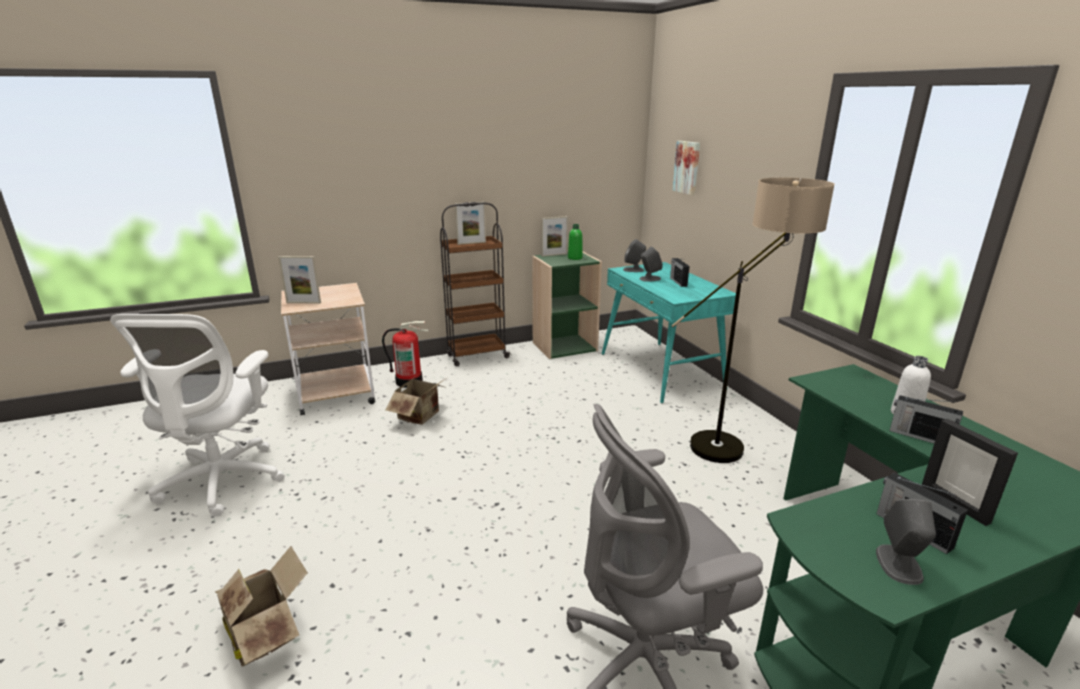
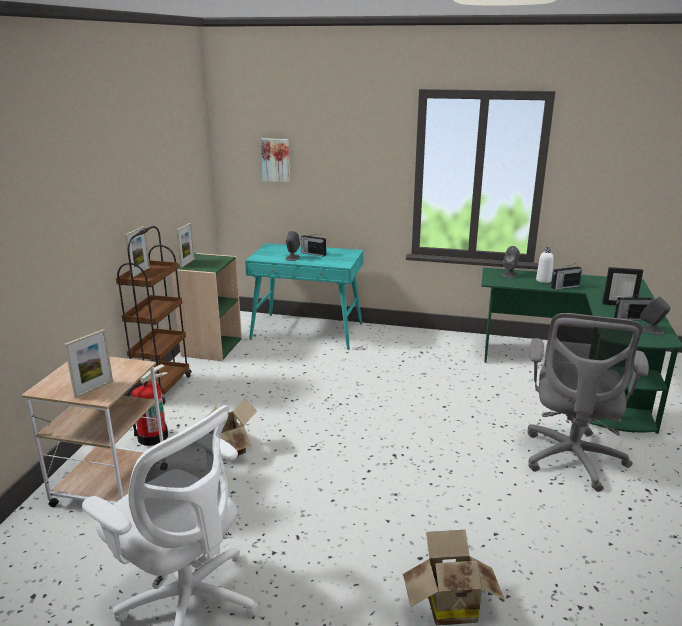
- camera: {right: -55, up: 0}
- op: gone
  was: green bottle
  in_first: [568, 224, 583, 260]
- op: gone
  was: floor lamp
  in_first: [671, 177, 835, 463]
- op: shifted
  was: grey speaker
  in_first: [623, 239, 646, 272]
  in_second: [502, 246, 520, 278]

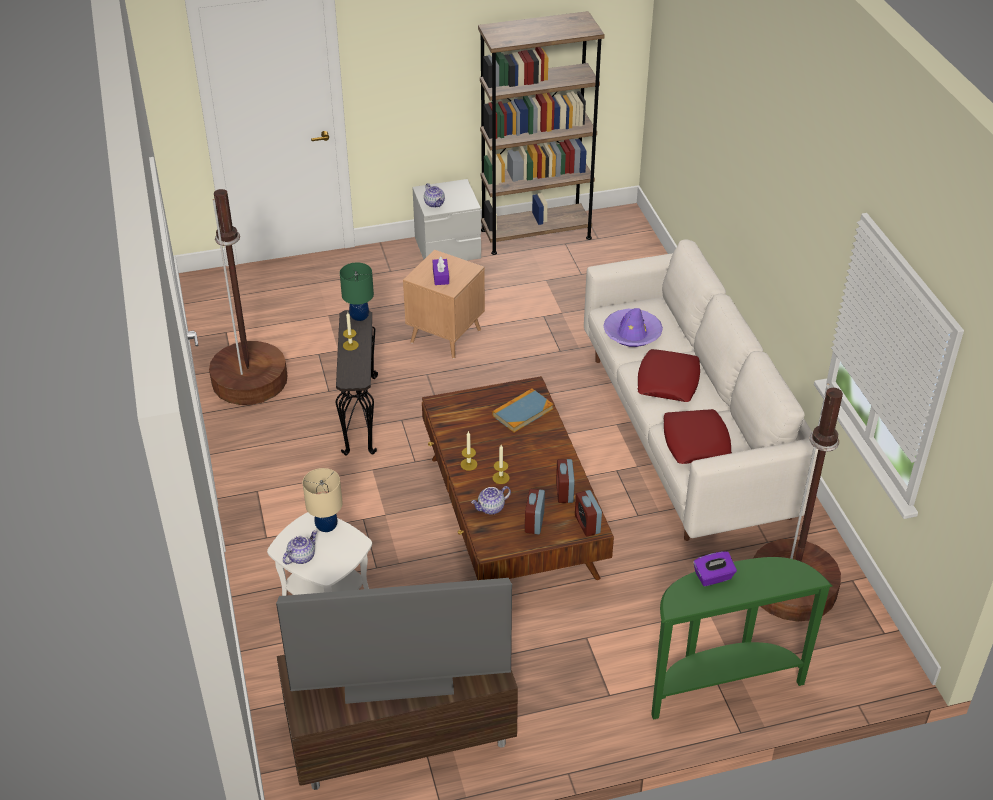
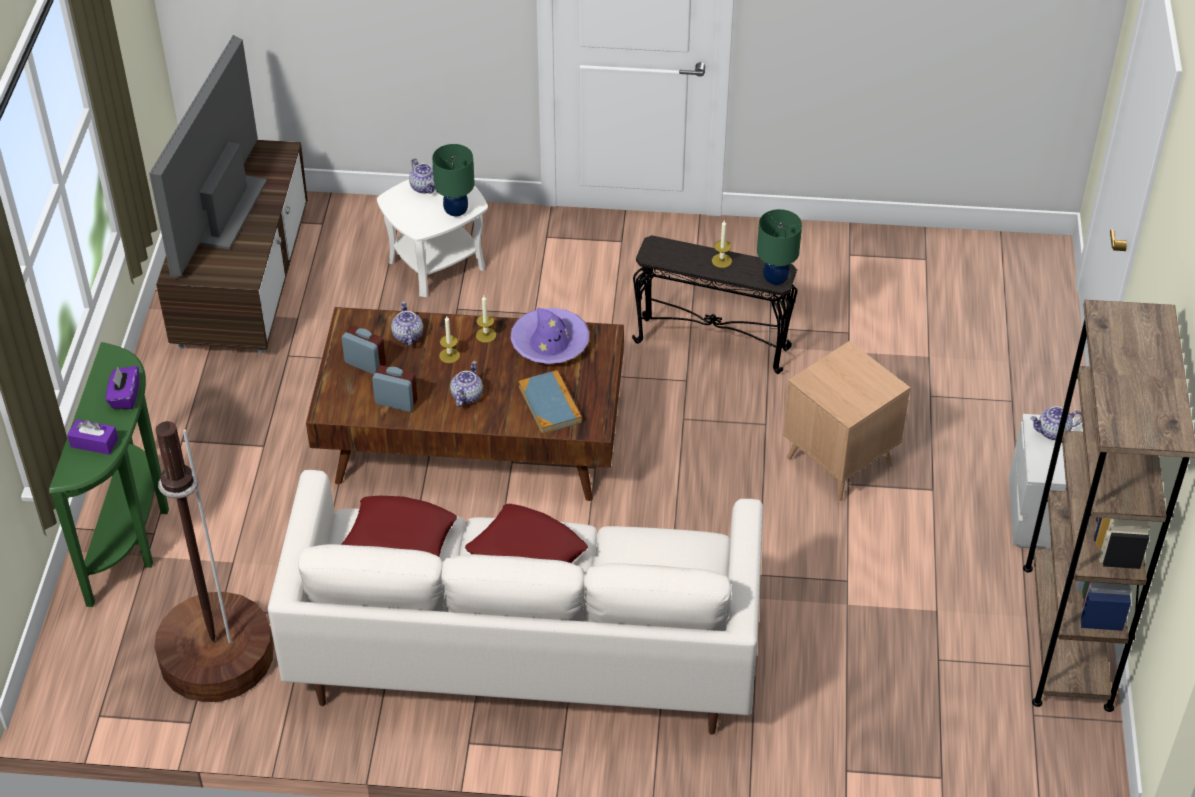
- camera: {right: 110, up: 5}
- op: gone
  was: brown floor lamp
  in_first: [209, 189, 288, 405]
- op: gone
  was: alarm clock
  in_first: [575, 490, 602, 537]
- op: new
  now: teapot
  in_second: [450, 361, 483, 407]
- op: shifted
  was: purple tissue box
  in_first: [433, 256, 449, 285]
  in_second: [67, 419, 118, 455]
- op: shifted
  was: purple hat
  in_first: [603, 308, 663, 347]
  in_second: [510, 307, 590, 364]
- op: repainted
  was: beige table lamp
  now: green table lamp
  in_first: [303, 468, 343, 532]
  in_second: [432, 144, 475, 217]

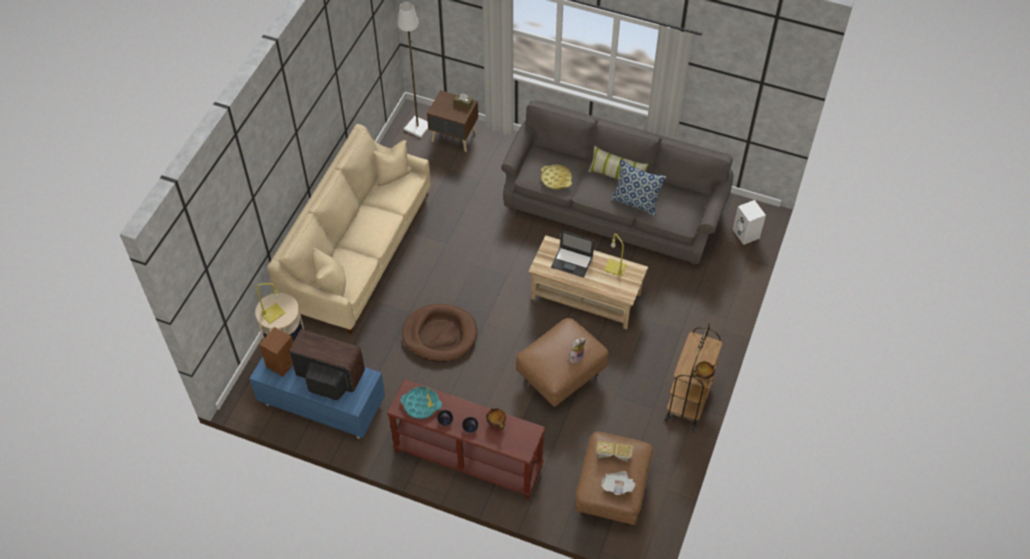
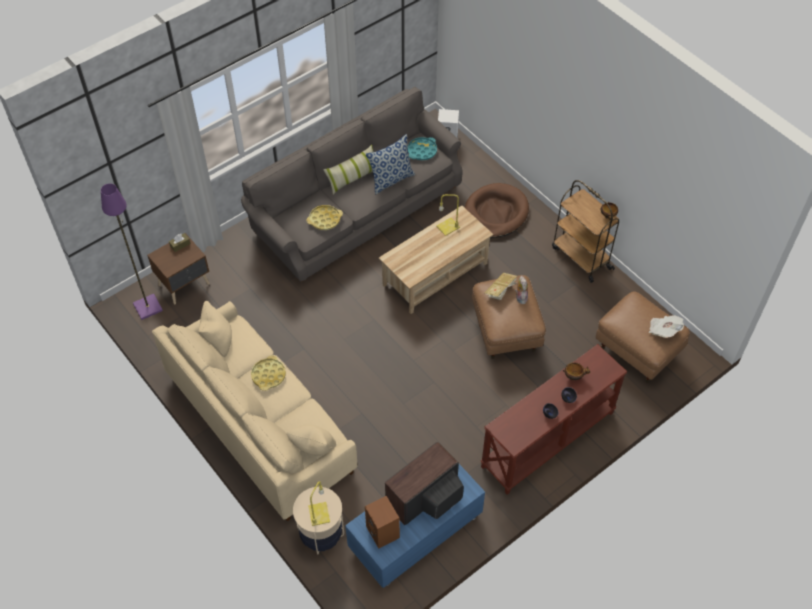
- camera: {right: -60, up: 0}
- op: gone
  was: laptop
  in_first: [551, 230, 594, 278]
- op: new
  now: yellow tray
  in_second: [251, 356, 286, 391]
- op: shifted
  was: turquoise tray
  in_first: [400, 387, 442, 419]
  in_second: [408, 137, 437, 160]
- op: shifted
  was: brown dog bed
  in_first: [402, 304, 477, 362]
  in_second: [464, 183, 529, 238]
- op: shifted
  was: book
  in_first: [596, 440, 633, 462]
  in_second: [484, 273, 517, 300]
- op: repainted
  was: white floor lamp
  now: purple floor lamp
  in_first: [398, 2, 428, 138]
  in_second: [101, 183, 163, 320]

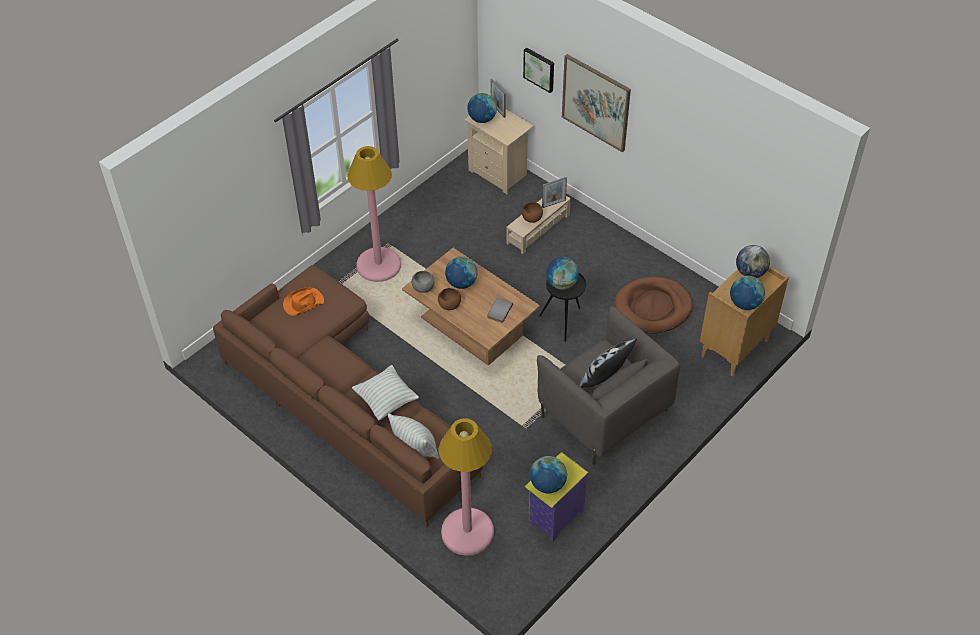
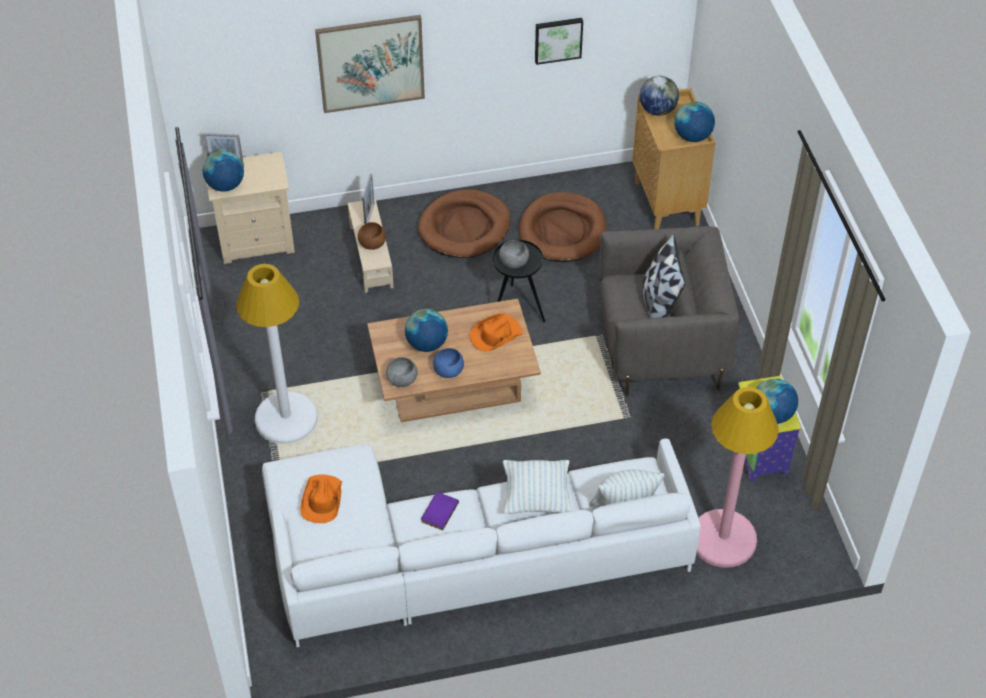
- camera: {right: -55, up: 0}
- op: new
  now: brown dog bed
  in_second: [418, 189, 511, 258]
- op: new
  now: purple book
  in_second: [421, 492, 459, 531]
- op: shifted
  was: picture
  in_first: [523, 48, 554, 93]
  in_second: [535, 18, 583, 65]
- op: swapped
  was: grey book
  now: orange hat
  in_first: [487, 298, 513, 323]
  in_second: [469, 313, 523, 352]
- op: swapped
  was: globe
  now: grey bowl
  in_first: [546, 257, 579, 290]
  in_second: [499, 240, 529, 268]
- op: repainted
  was: brown sofa
  now: white sofa
  in_first: [213, 265, 483, 527]
  in_second: [262, 438, 701, 647]
- op: repainted
  was: pink floor lamp
  now: white floor lamp
  in_first: [347, 146, 401, 282]
  in_second: [236, 264, 318, 444]
- op: repainted
  was: brown bowl
  now: blue bowl
  in_first: [438, 288, 461, 310]
  in_second: [433, 348, 464, 378]

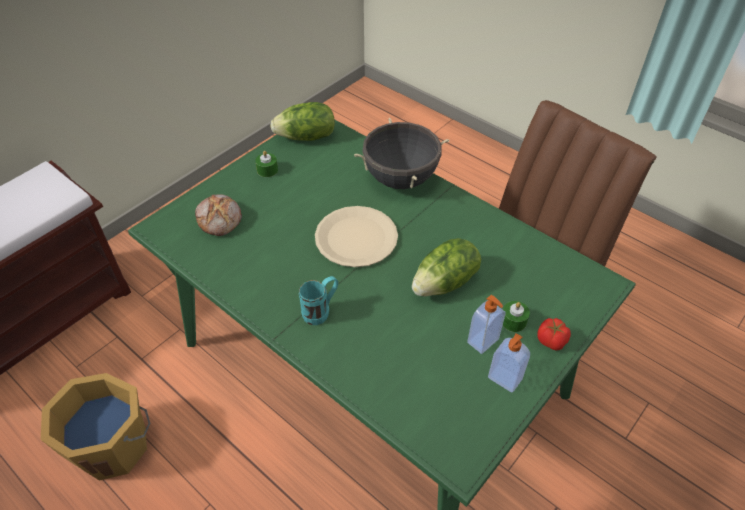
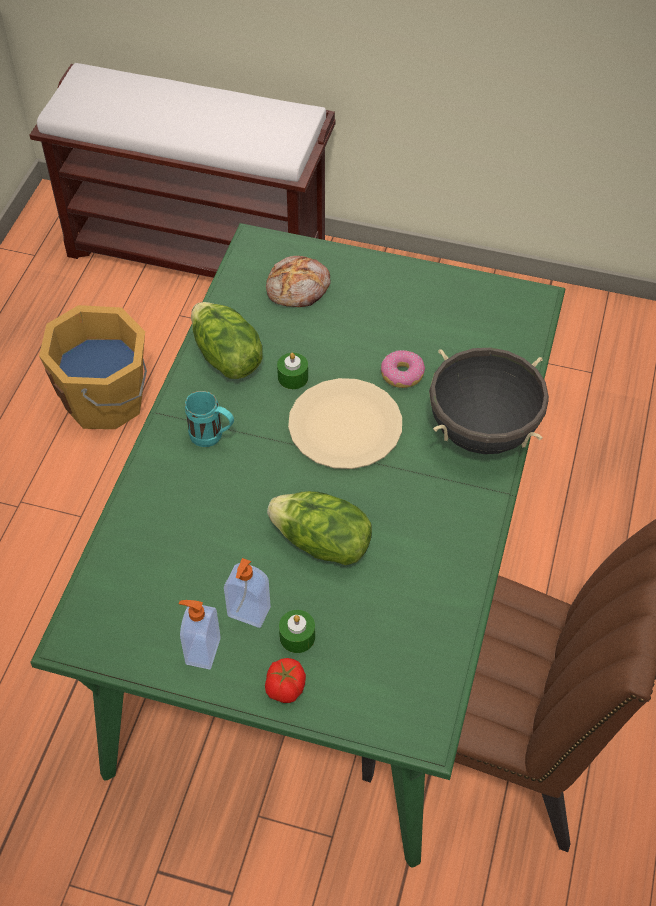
- camera: {right: 65, up: 5}
- op: new
  now: donut
  in_second: [381, 350, 425, 388]
- op: shifted
  was: green candle
  in_first: [255, 151, 278, 177]
  in_second: [277, 353, 308, 389]
- op: shifted
  was: lettuce
  in_first: [270, 102, 335, 141]
  in_second: [191, 302, 263, 379]

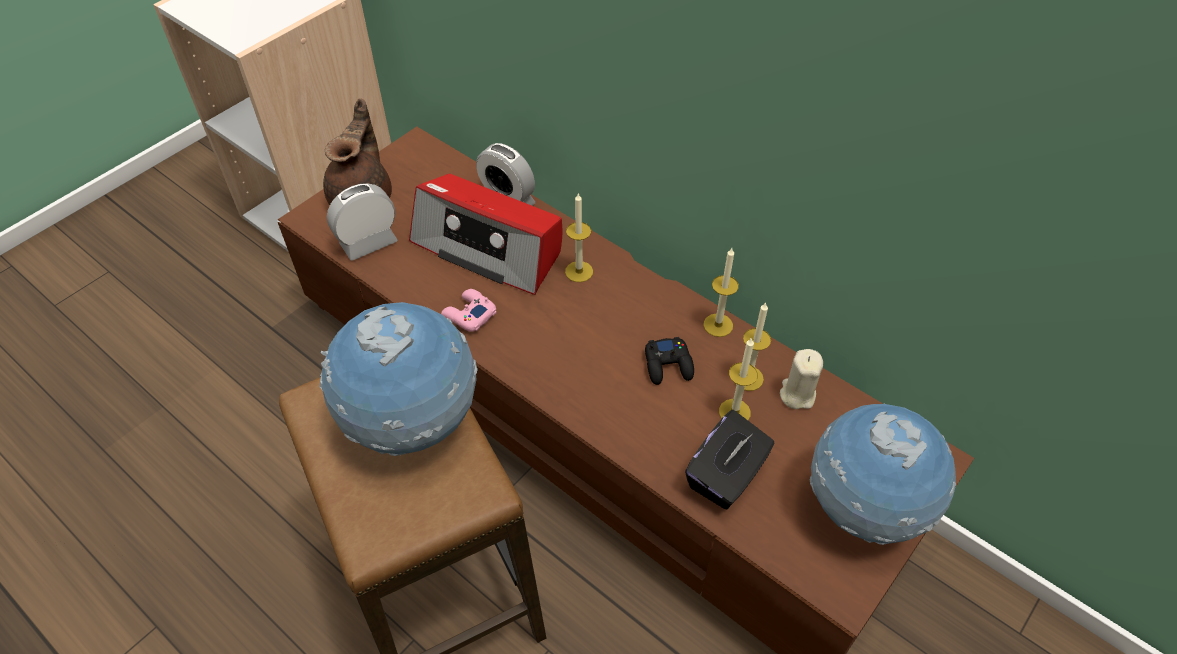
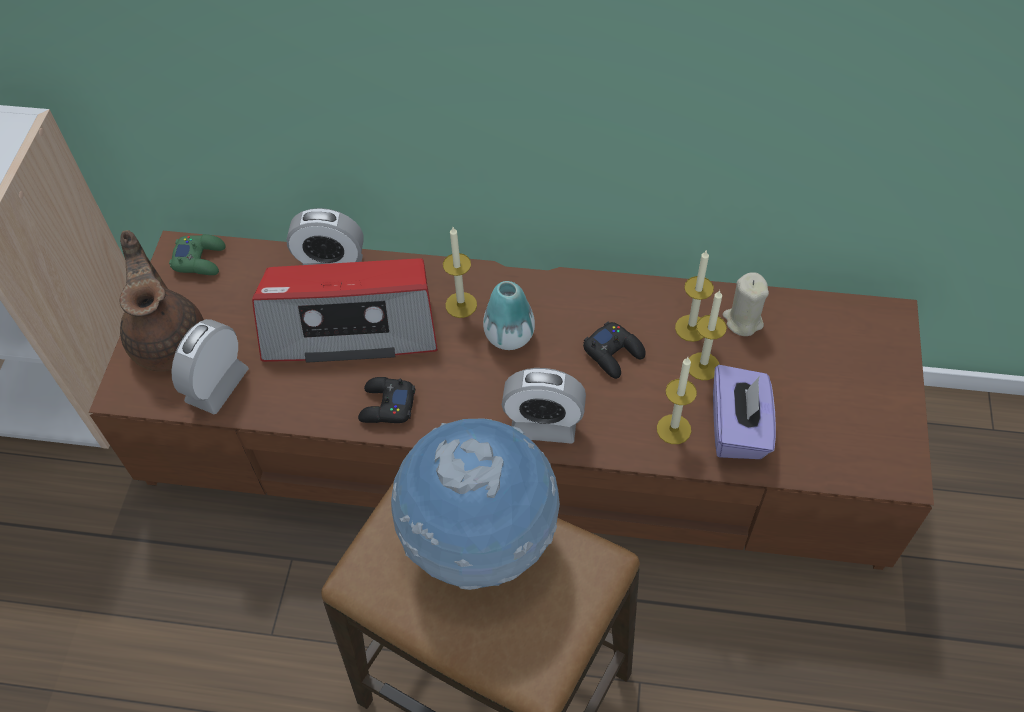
- camera: {right: -30, up: 5}
- op: gone
  was: globe
  in_first: [810, 404, 956, 545]
- op: new
  now: green game controller
  in_second: [169, 234, 226, 275]
- op: new
  now: vase
  in_second: [483, 281, 535, 350]
- op: new
  now: alarm clock
  in_second: [502, 368, 586, 444]
- op: shifted
  was: candle
  in_first: [703, 248, 739, 337]
  in_second: [657, 357, 697, 444]
- op: repainted
  was: pink game controller
  now: black game controller
  in_first: [441, 289, 496, 332]
  in_second: [358, 377, 415, 423]
- op: repainted
  was: black tissue box
  now: purple tissue box
  in_first: [685, 410, 775, 509]
  in_second: [713, 365, 776, 459]

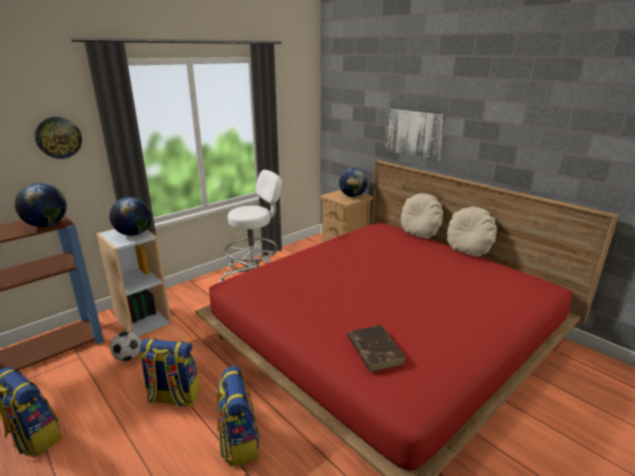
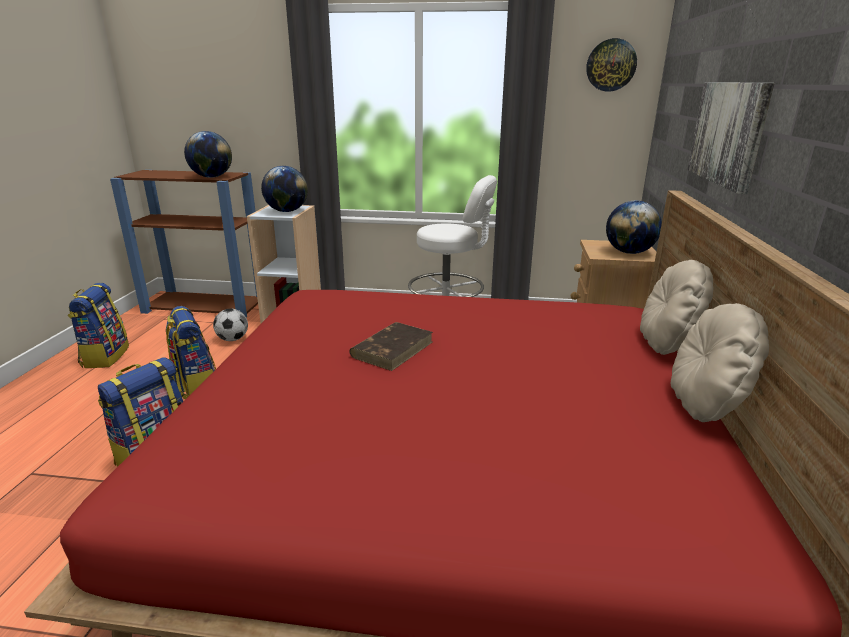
- camera: {right: 50, up: 0}
- op: shifted
  was: wall clock
  in_first: [35, 117, 82, 159]
  in_second: [586, 38, 637, 91]
- op: shifted
  was: brown book
  in_first: [348, 325, 406, 372]
  in_second: [349, 322, 433, 371]

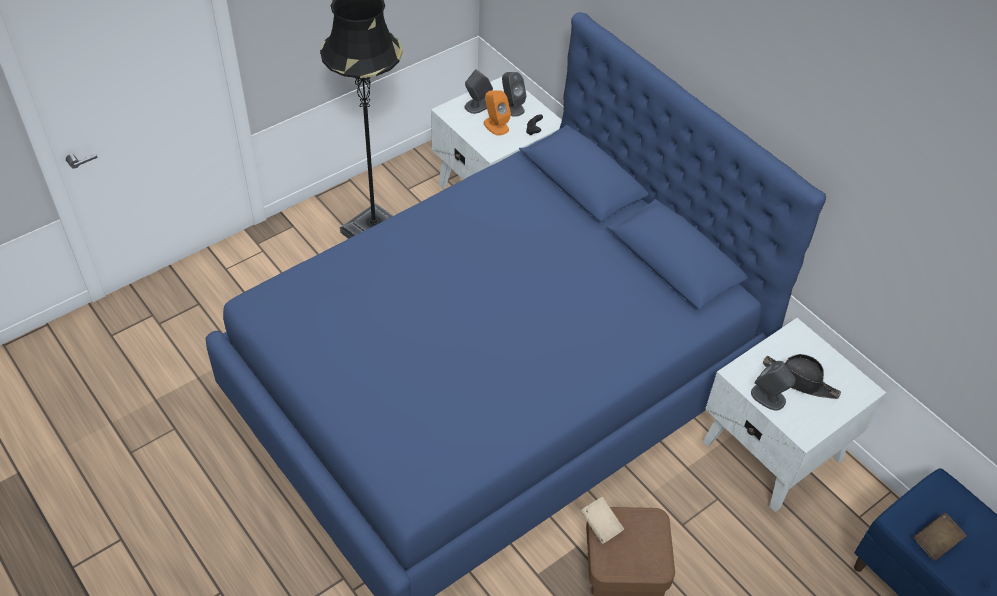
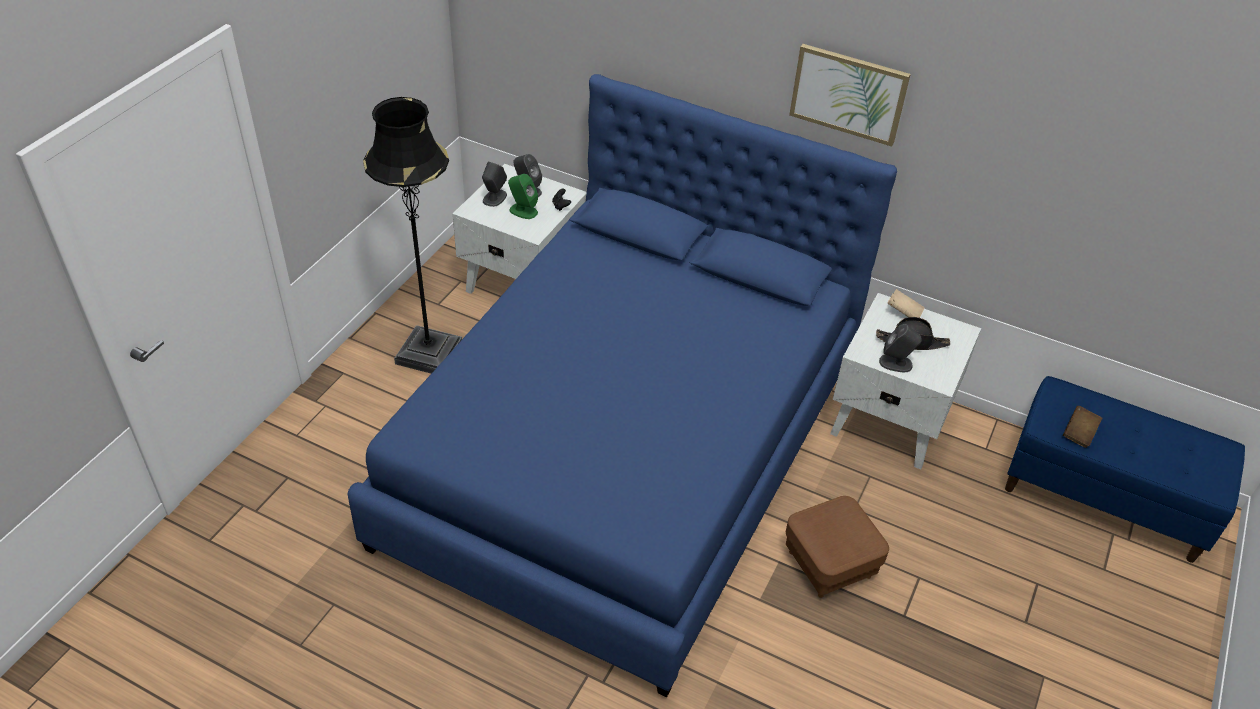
- camera: {right: -25, up: -5}
- op: new
  now: picture
  in_second: [789, 44, 911, 146]
- op: shifted
  was: beige book
  in_first: [580, 497, 624, 544]
  in_second: [887, 289, 924, 318]
- op: repainted
  was: orange speaker
  now: green speaker
  in_first: [484, 90, 511, 136]
  in_second: [508, 174, 538, 219]

